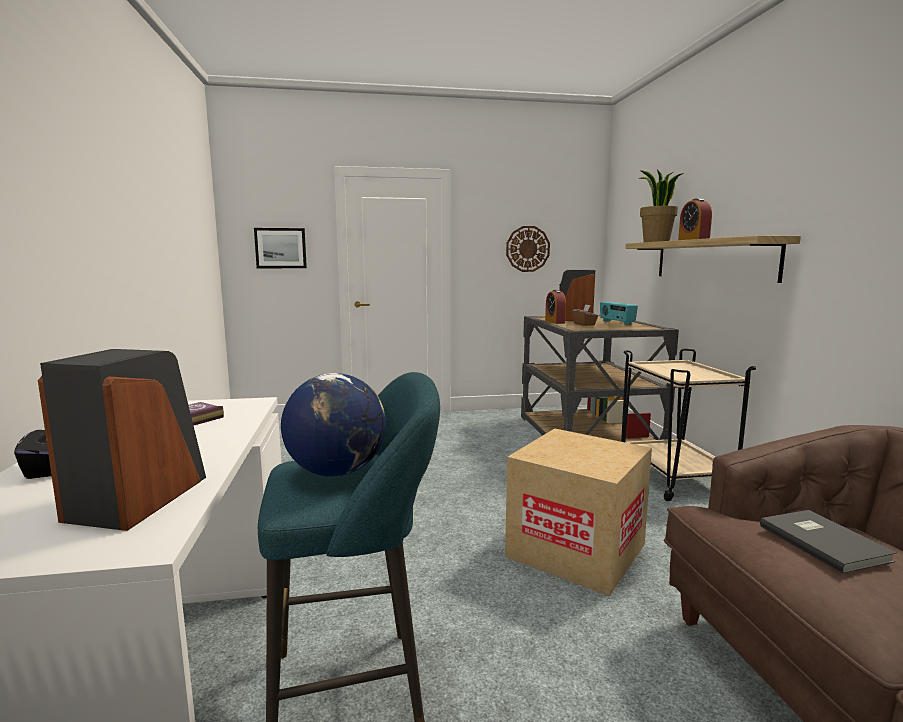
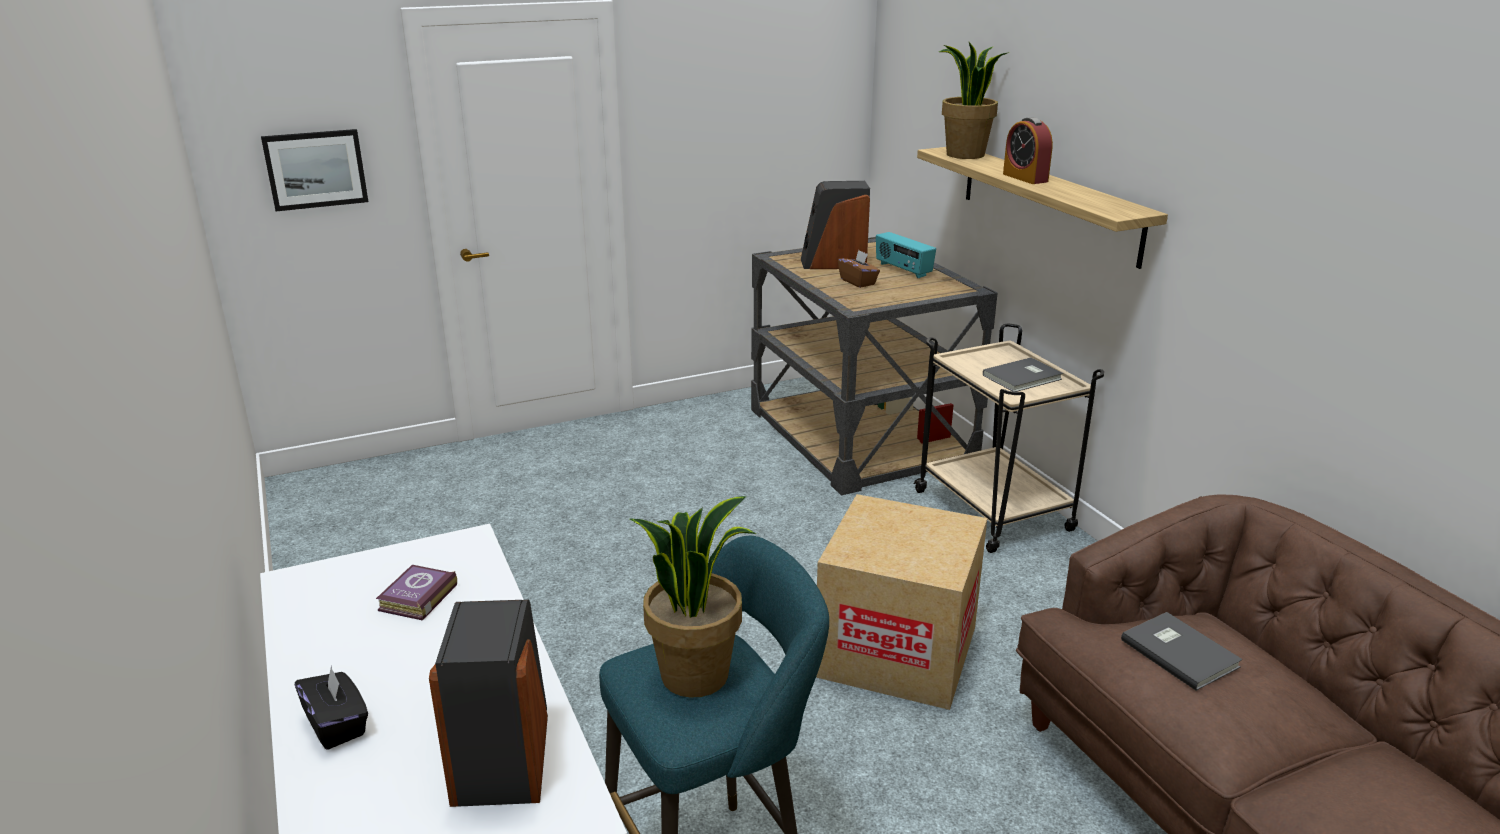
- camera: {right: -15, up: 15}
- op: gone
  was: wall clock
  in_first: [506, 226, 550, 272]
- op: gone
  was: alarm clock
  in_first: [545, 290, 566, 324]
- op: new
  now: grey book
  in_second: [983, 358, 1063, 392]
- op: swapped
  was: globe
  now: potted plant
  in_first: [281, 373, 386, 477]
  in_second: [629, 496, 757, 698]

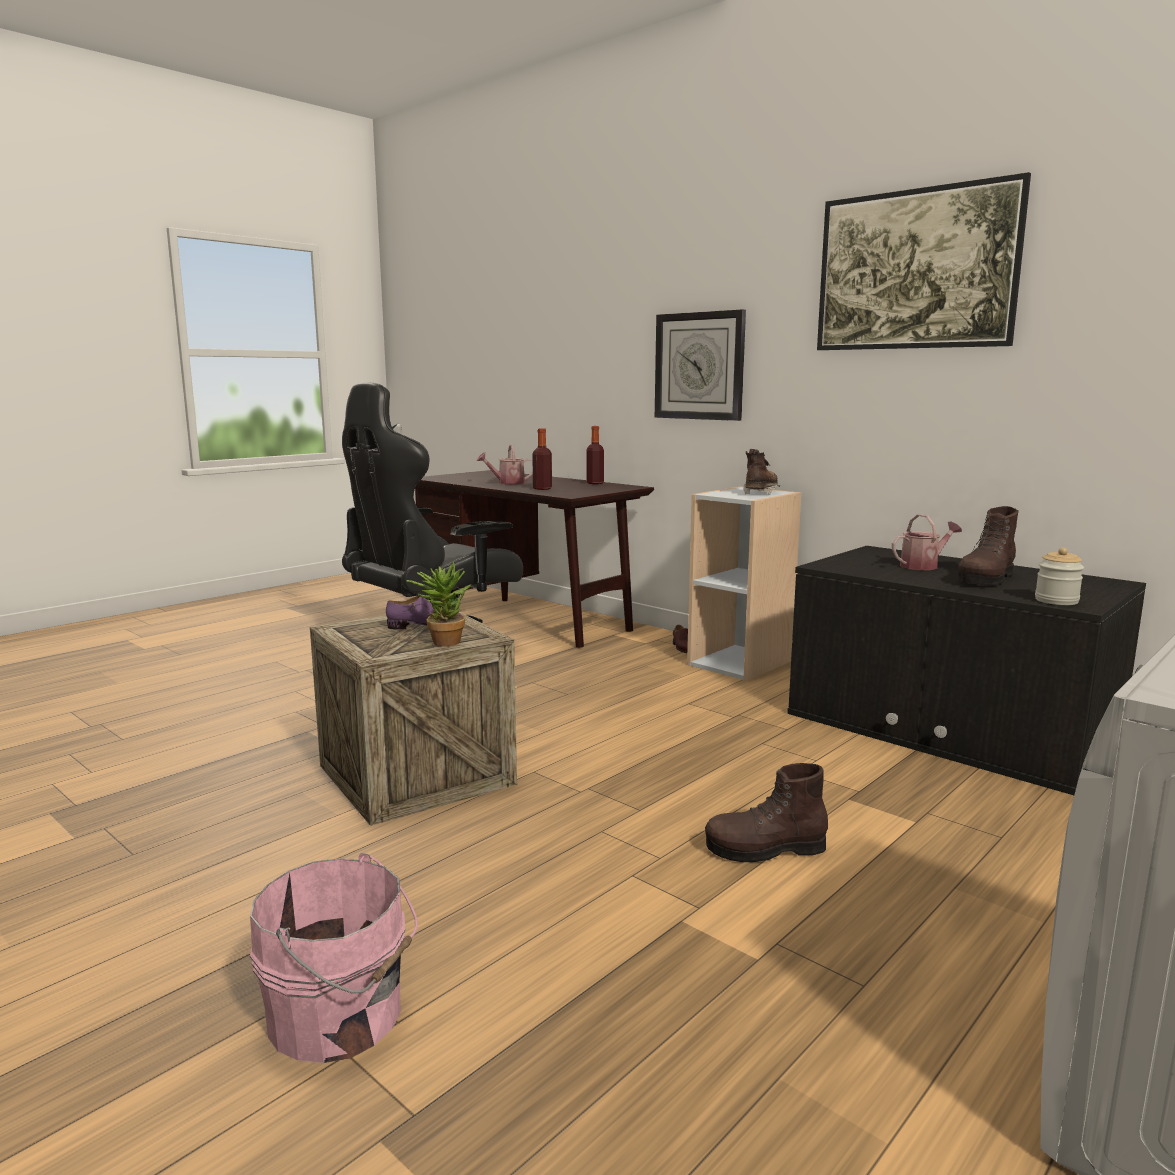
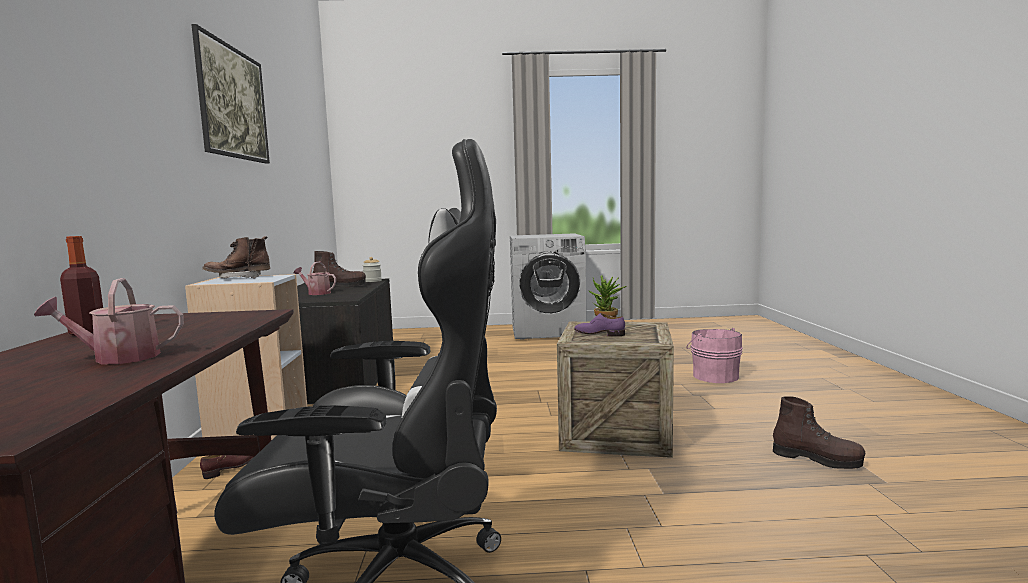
- camera: {right: -135, up: -5}
- op: gone
  was: bottle
  in_first: [532, 428, 552, 490]
- op: gone
  was: wall clock
  in_first: [655, 310, 746, 421]
- op: shifted
  was: brown boot
  in_first: [705, 763, 828, 862]
  in_second: [773, 396, 865, 469]
- op: rotated
  was: watering can
  in_first: [477, 445, 533, 485]
  in_second: [34, 278, 184, 364]
  clockwise: 135

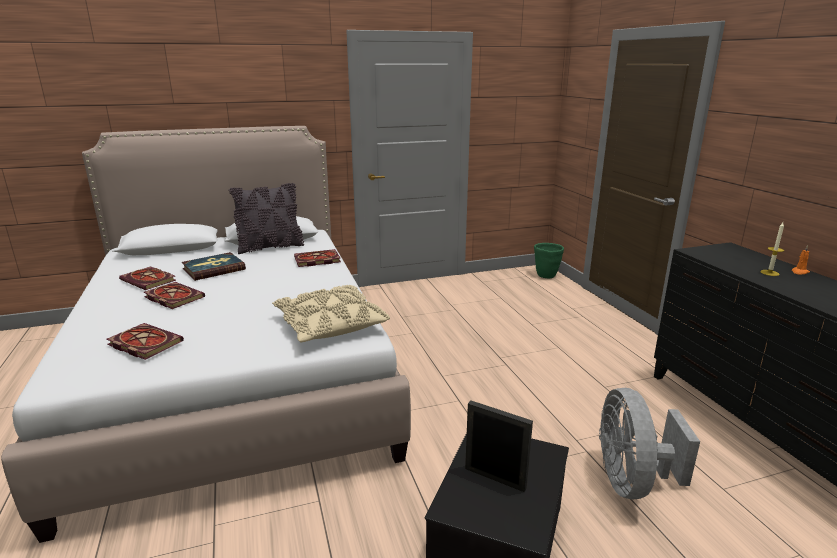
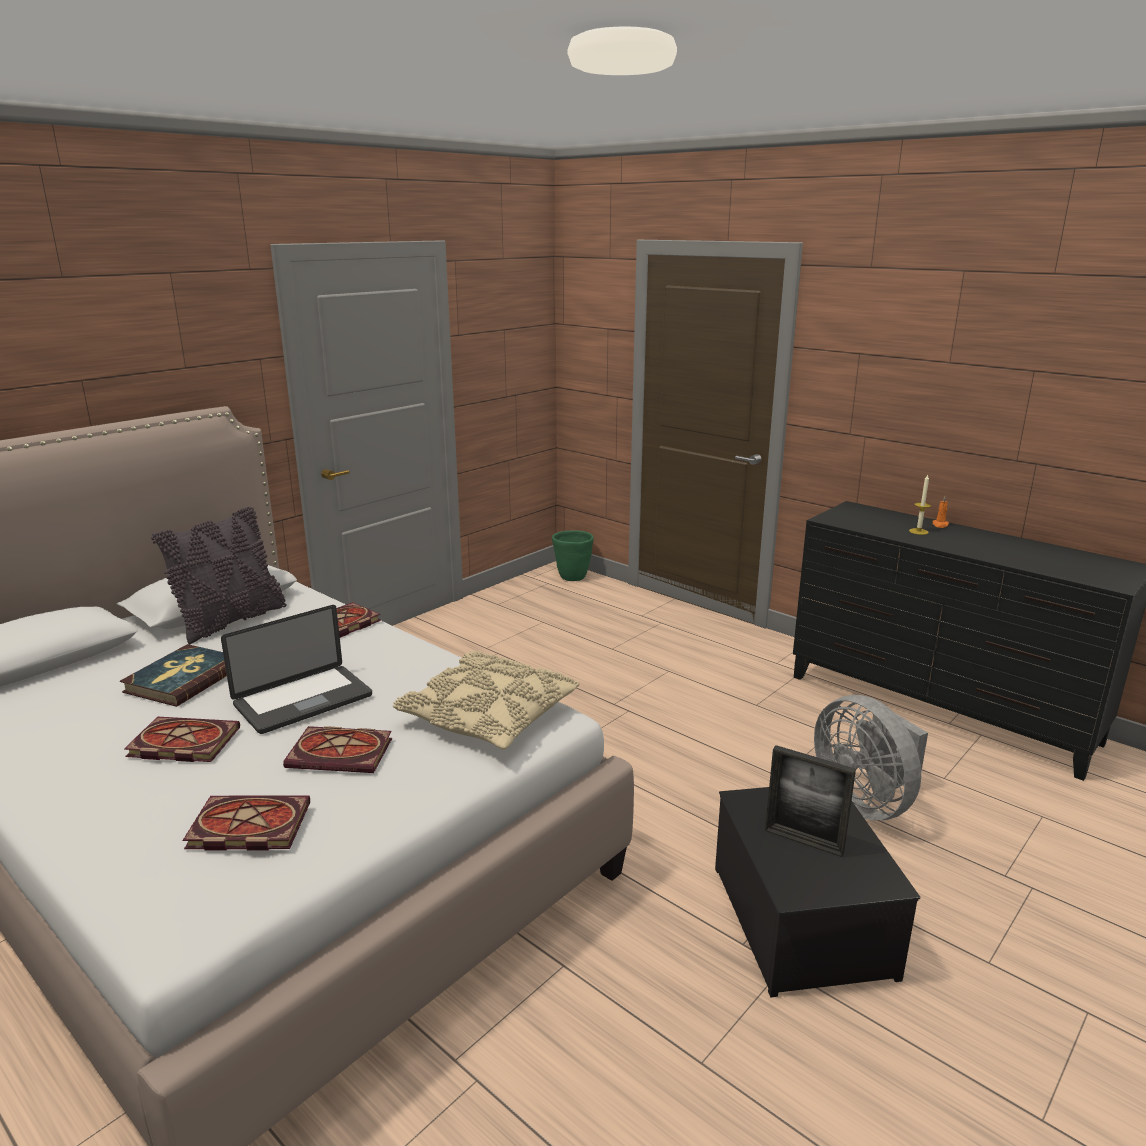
- camera: {right: -30, up: 0}
- op: new
  now: laptop
  in_second: [221, 605, 372, 734]
- op: shifted
  was: book
  in_first: [119, 266, 176, 290]
  in_second: [283, 726, 392, 773]
- op: rotated
  was: picture frame
  in_first: [465, 401, 533, 492]
  in_second: [765, 745, 856, 857]
  clockwise: -150

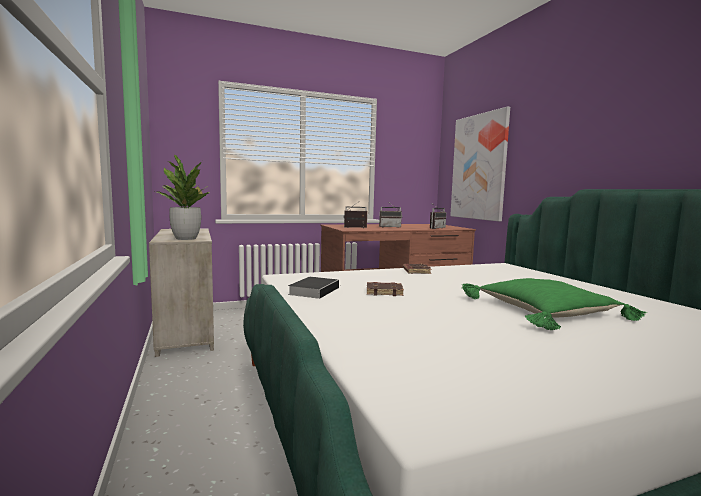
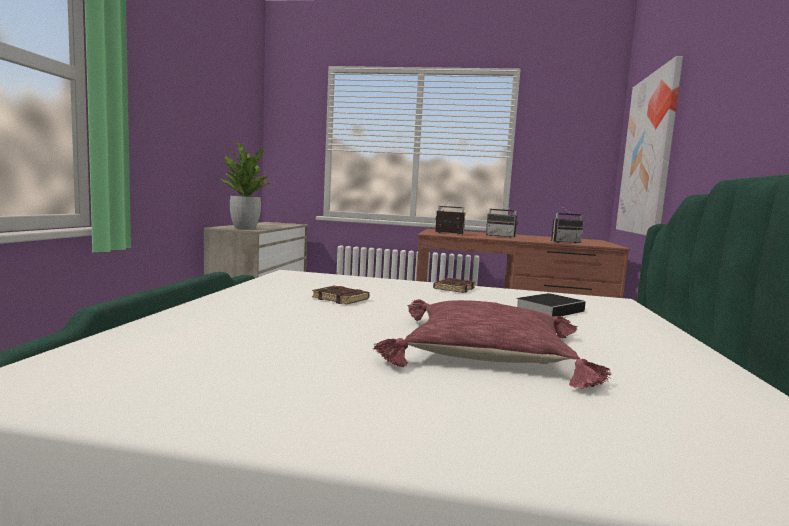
- camera: {right: 30, up: 0}
- op: shifted
  was: book
  in_first: [288, 277, 339, 299]
  in_second: [516, 293, 588, 316]
- op: repainted
  was: green pillow
  now: red pillow
  in_first: [462, 278, 648, 330]
  in_second: [372, 299, 611, 389]

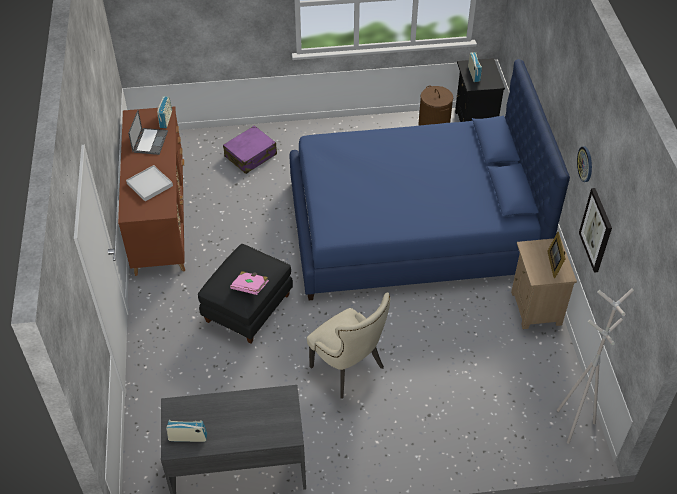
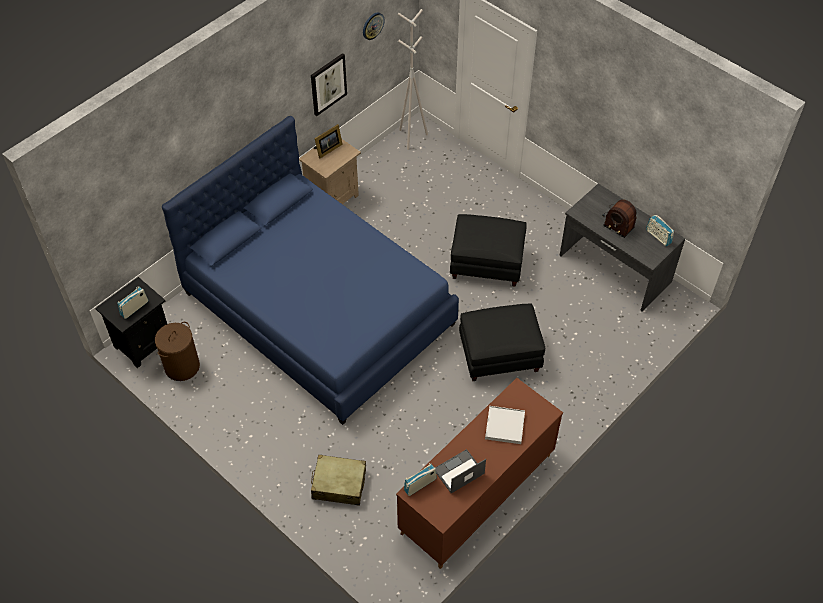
- camera: {right: -130, up: 5}
- op: gone
  was: pink book
  in_first: [230, 271, 269, 295]
- op: new
  now: radio
  in_second: [602, 199, 637, 238]
- op: shifted
  was: wall clock
  in_first: [577, 147, 592, 182]
  in_second: [363, 12, 385, 40]
- op: swapped
  was: beige chair
  now: black ottoman
  in_first: [307, 292, 390, 399]
  in_second: [450, 214, 527, 287]
- op: repainted
  was: purple suitcase
  now: beige suitcase
  in_first: [223, 125, 277, 174]
  in_second: [311, 455, 366, 506]

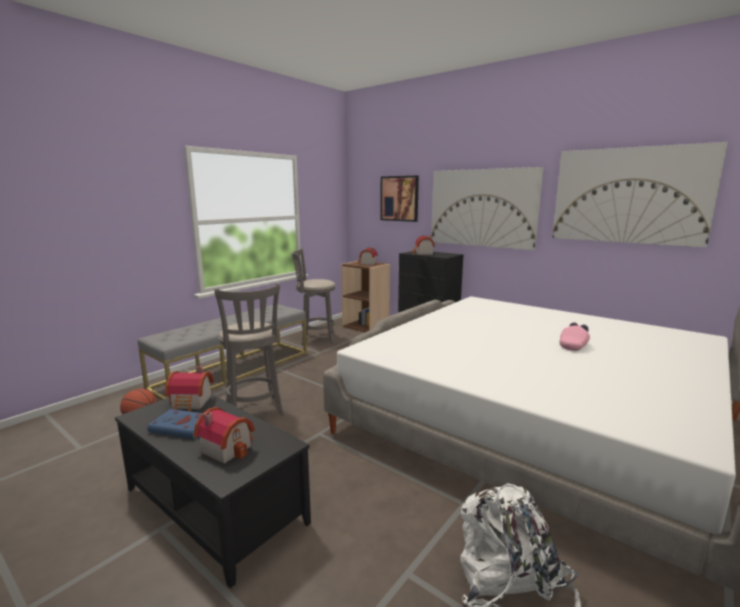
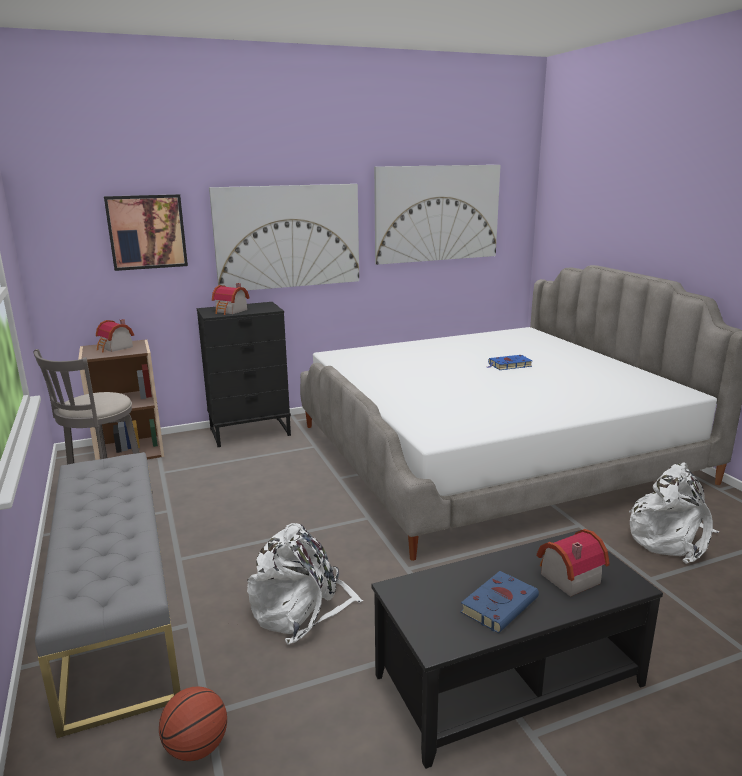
- camera: {right: -60, up: 5}
- op: gone
  was: toy house
  in_first: [165, 366, 214, 412]
- op: swapped
  was: grey stool
  now: white backpack
  in_first: [214, 283, 285, 416]
  in_second: [247, 523, 363, 645]
- op: swapped
  was: pink cap
  now: blue book
  in_first: [559, 322, 590, 351]
  in_second: [487, 355, 532, 370]

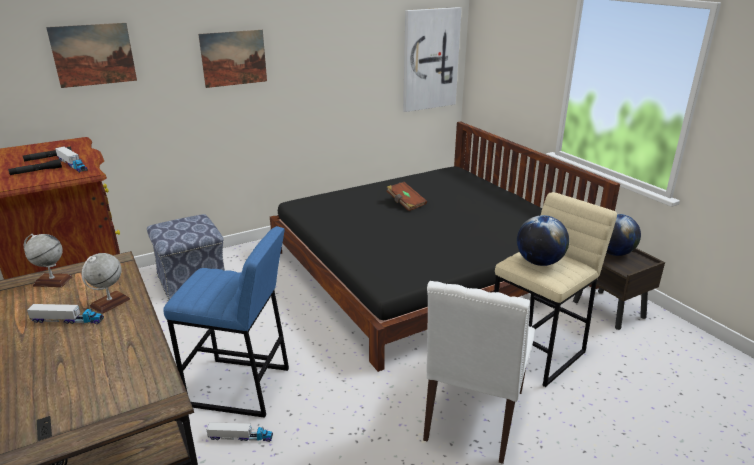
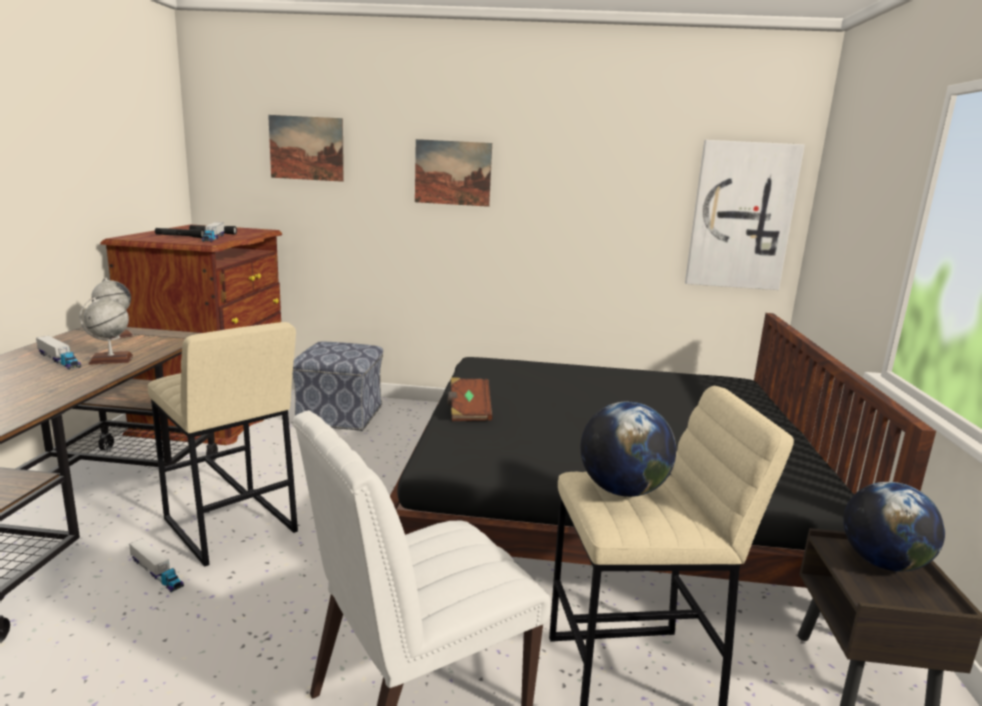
- camera: {right: 35, up: -10}
- op: shifted
  was: brown book
  in_first: [386, 182, 427, 211]
  in_second: [448, 377, 492, 421]
- op: repainted
  was: blue stool
  now: beige stool
  in_first: [163, 226, 289, 418]
  in_second: [148, 322, 298, 567]

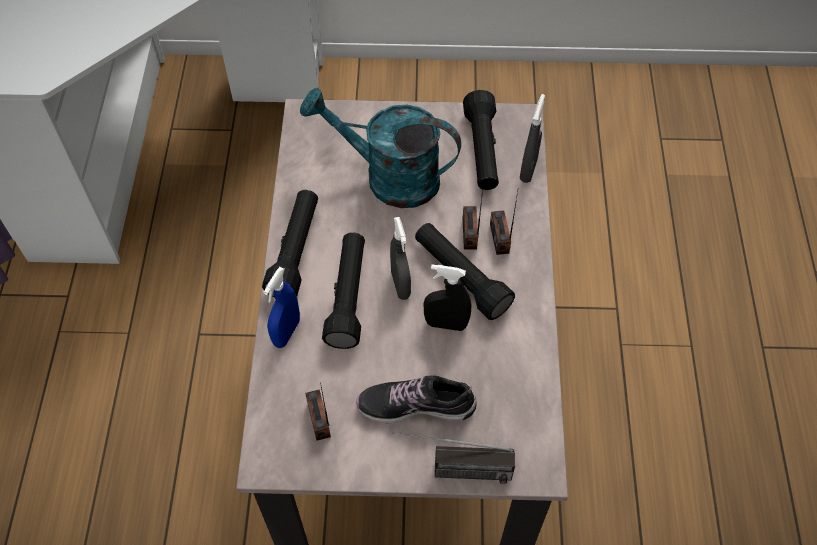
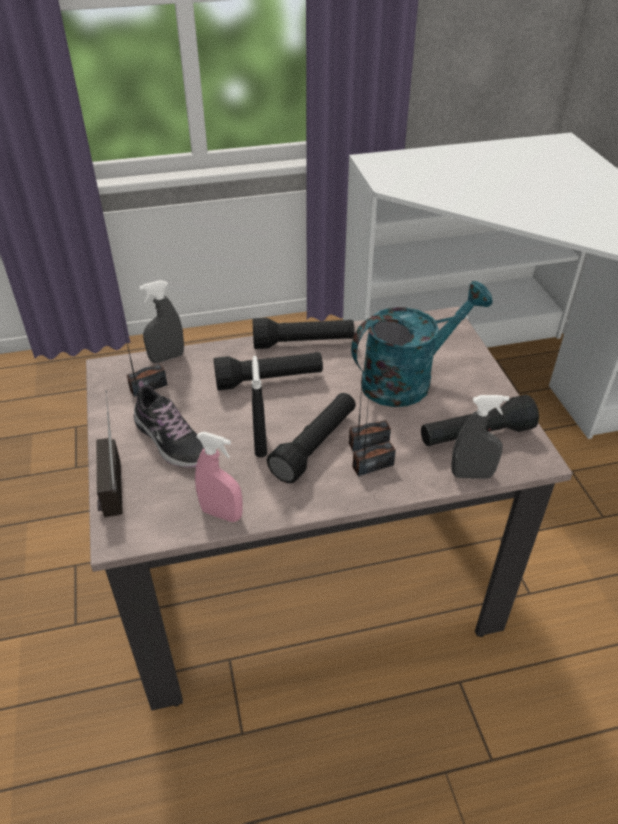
- camera: {right: 75, up: -15}
- op: gone
  was: blue spray bottle
  in_first: [264, 267, 300, 348]
- op: new
  now: pink spray bottle
  in_second: [195, 432, 243, 522]
- op: shifted
  was: grey spray bottle
  in_first: [390, 217, 411, 300]
  in_second: [139, 280, 184, 363]
- op: rotated
  was: turquoise watering can
  in_first: [300, 88, 461, 208]
  in_second: [351, 281, 493, 407]
  clockwise: 60
- op: rotated
  was: shoe
  in_first: [356, 375, 477, 423]
  in_second: [134, 381, 204, 468]
  clockwise: 150

